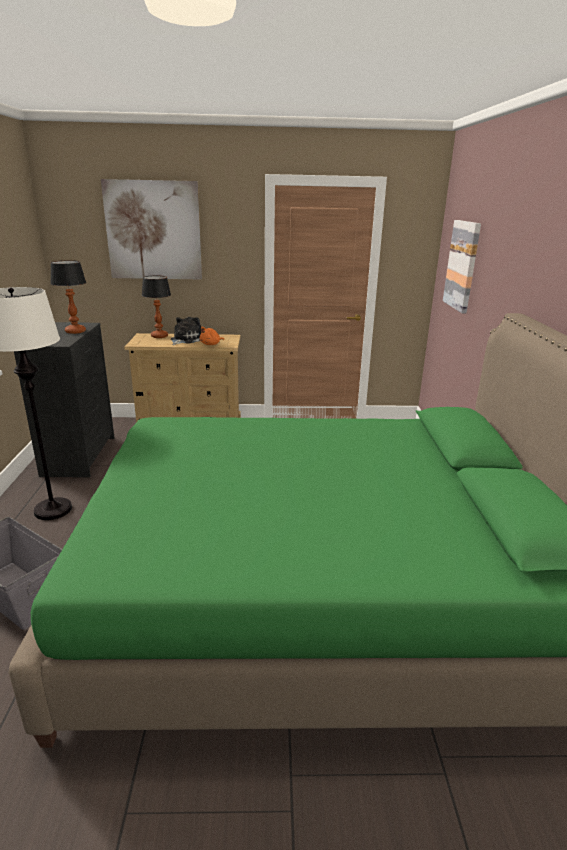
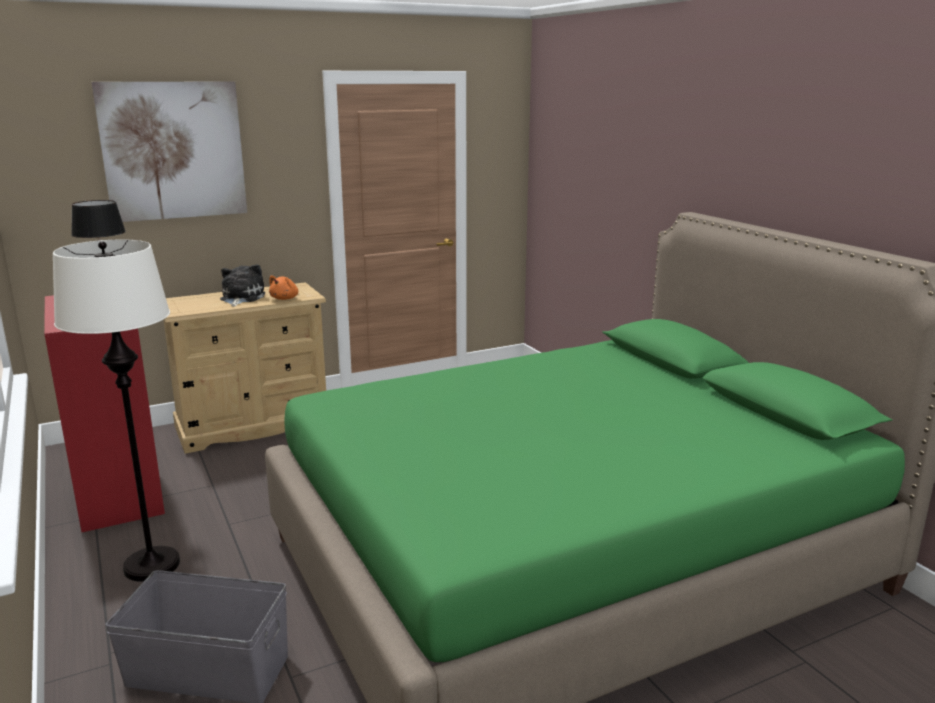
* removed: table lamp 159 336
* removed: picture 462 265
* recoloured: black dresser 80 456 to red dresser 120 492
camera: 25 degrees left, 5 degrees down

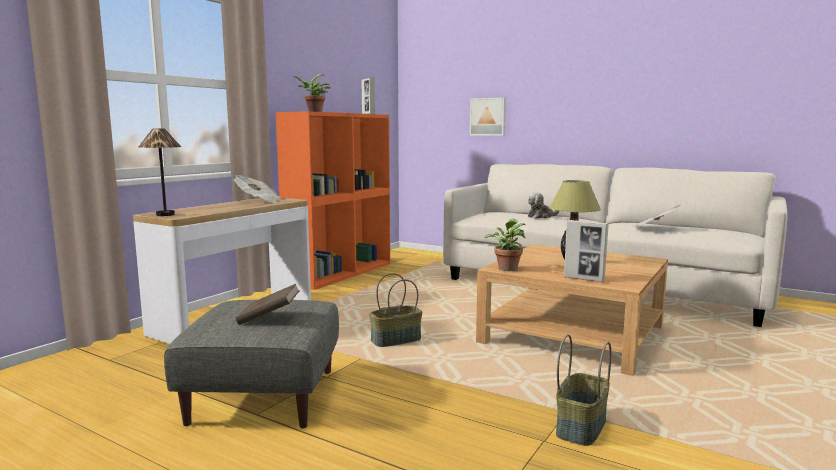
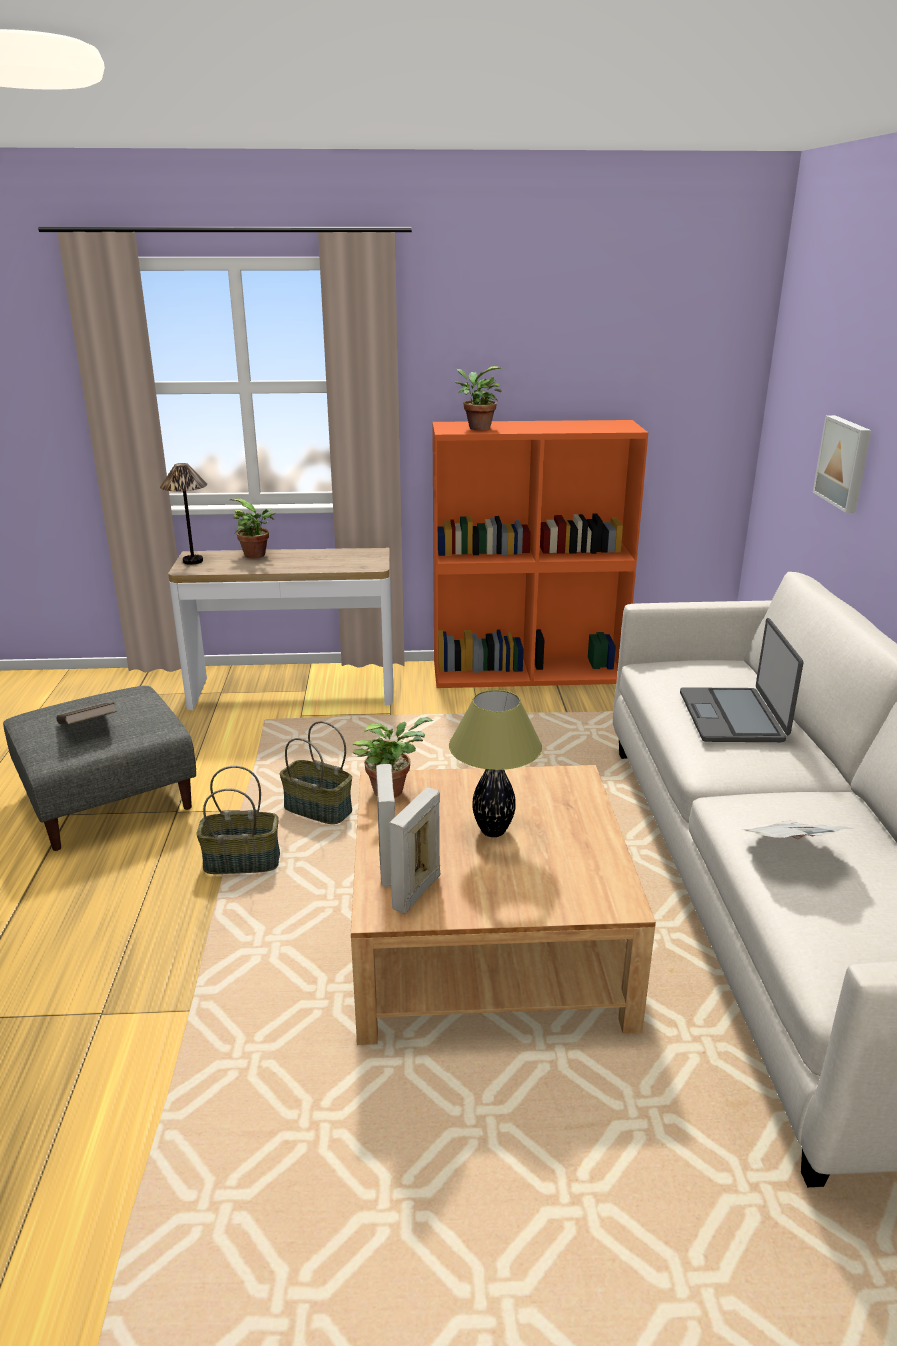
* removed: newspaper 258 201
* added: potted plant 257 555
* moved: picture frame 368 114 to 416 892
* moved: basket 580 426 to 243 861
* replaced: plush toy 541 216 to laptop 733 717
camera: 55 degrees right, 15 degrees up

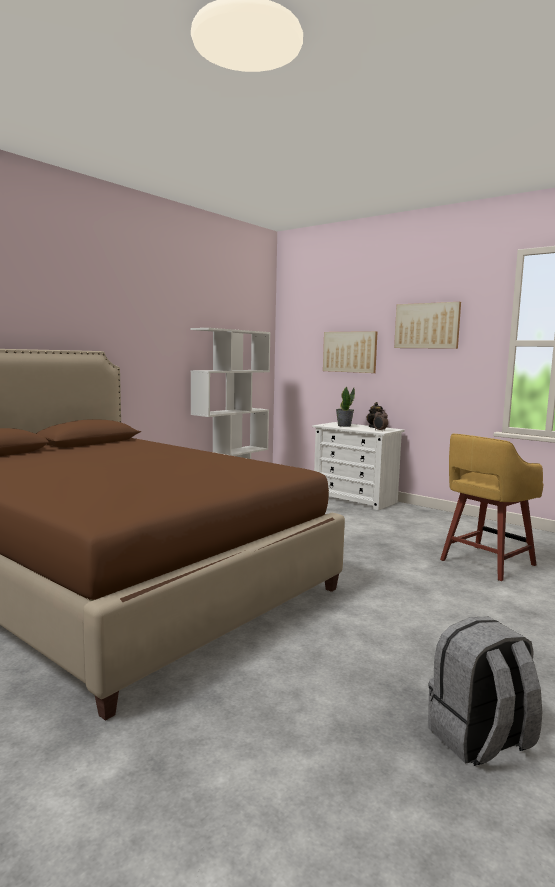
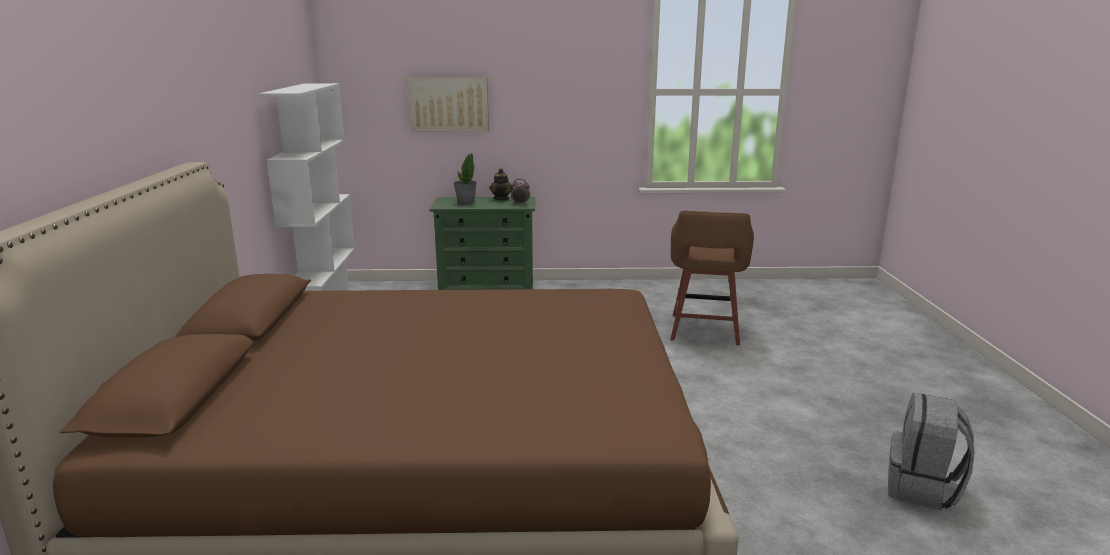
* removed: picture 427 326
* recoloured: white dresser 355 499 to green dresser 487 289
* recoloured: yellow stool 485 563 to brown stool 704 330
camera: 40 degrees left, 10 degrees up

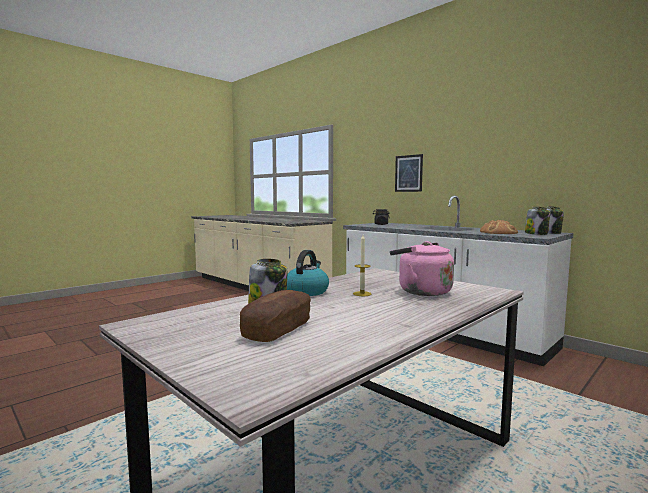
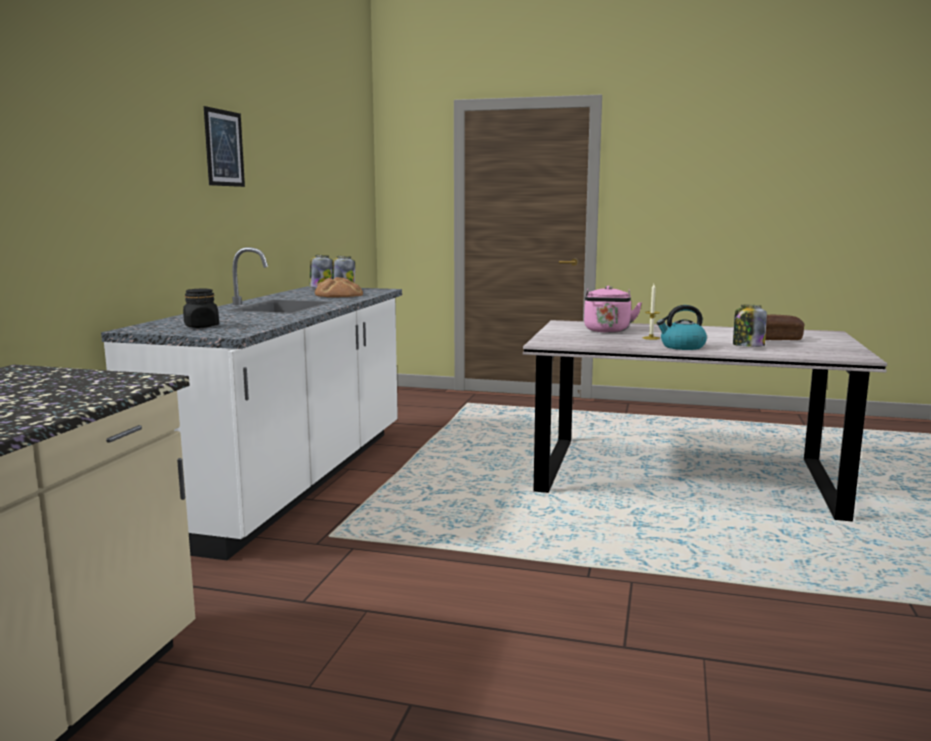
* moved: picture 408 173 to 224 148
camera: 120 degrees left, 5 degrees up

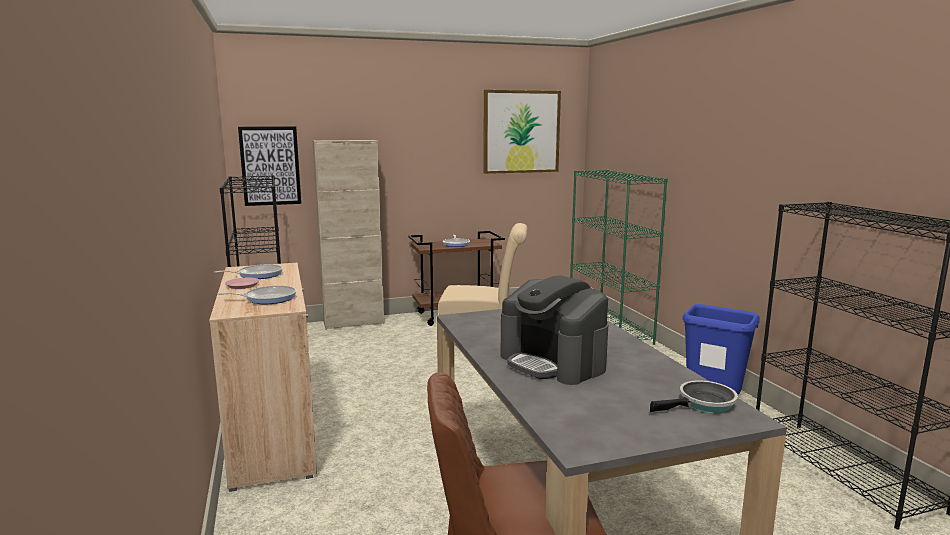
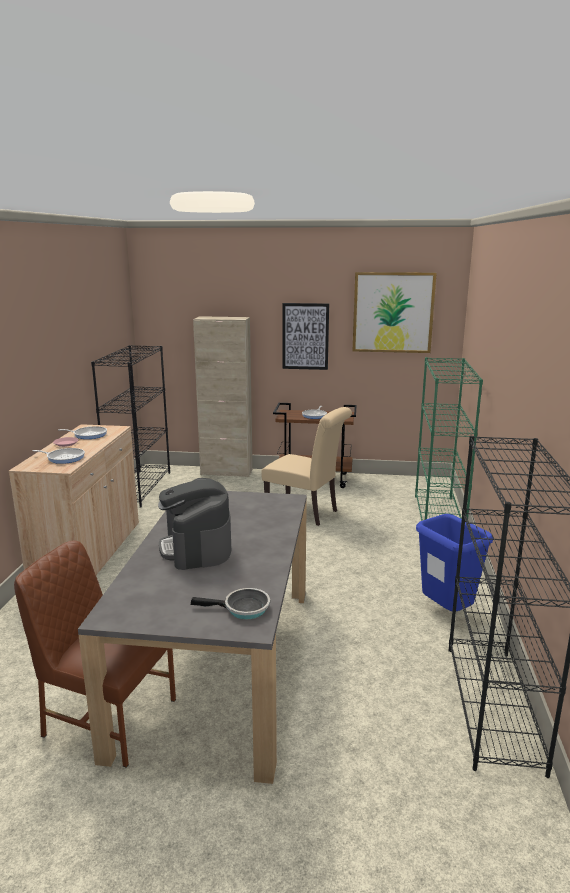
* moved: picture 270 166 to 305 336
camera: 25 degrees right, 5 degrees up

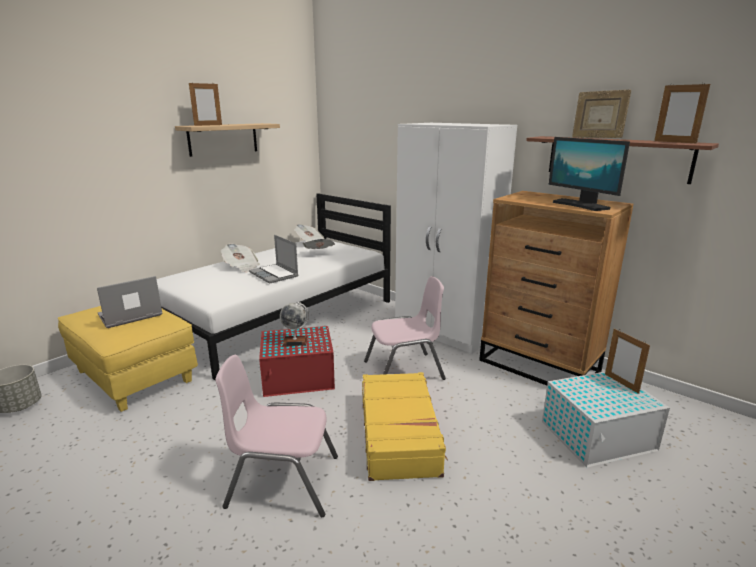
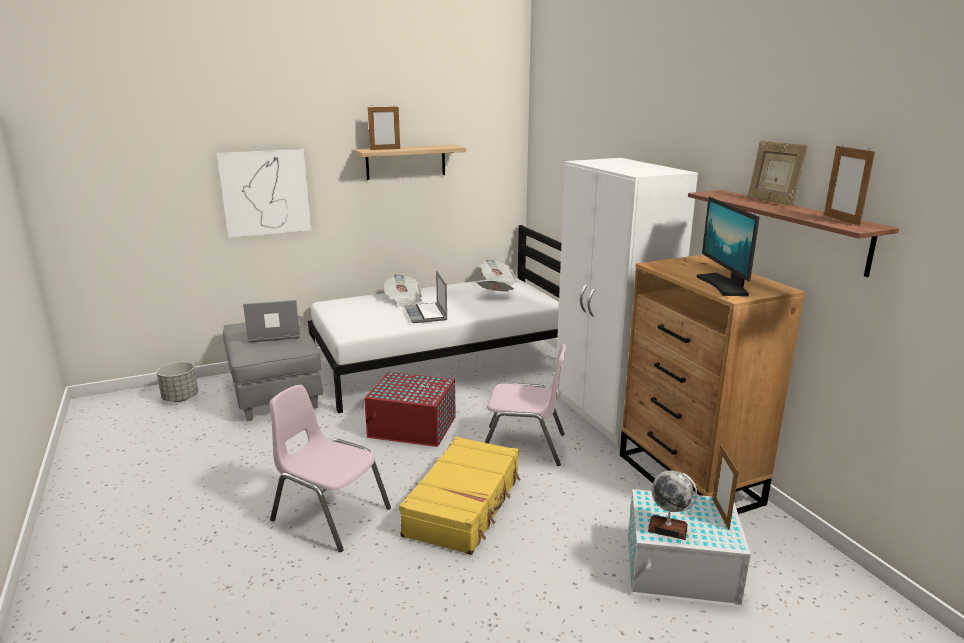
* added: picture 265 192
* moved: globe 295 342 to 668 528
* recoloured: yellow ottoman 135 377 to grey ottoman 275 393
camera: 25 degrees right, 0 degrees up

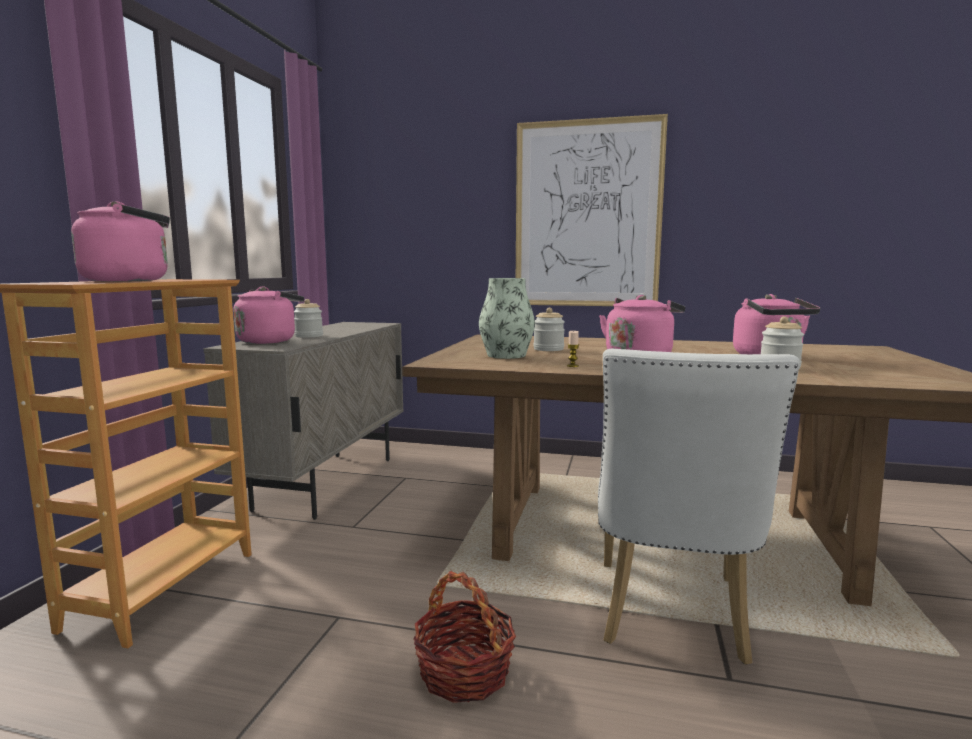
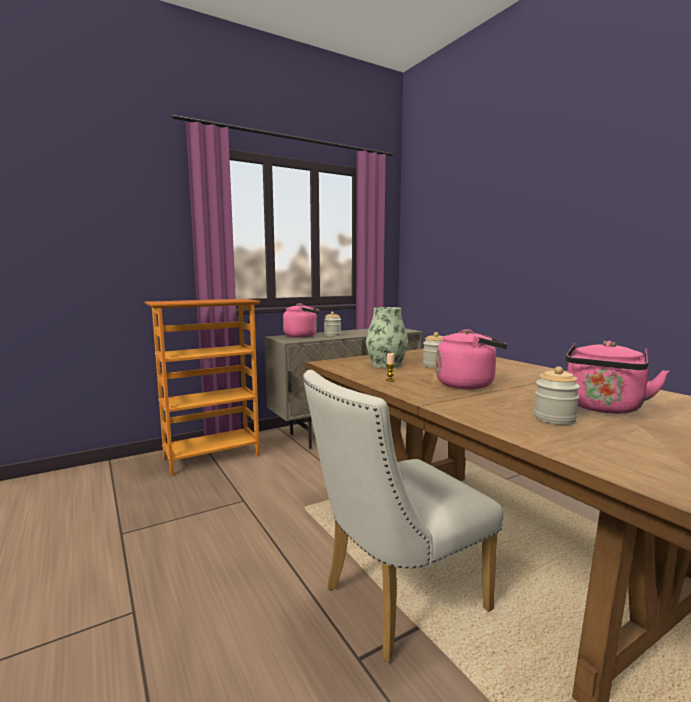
* removed: pink kettle 132 281
* removed: basket 464 672
* removed: picture 587 215
camera: 45 degrees right, 0 degrees up

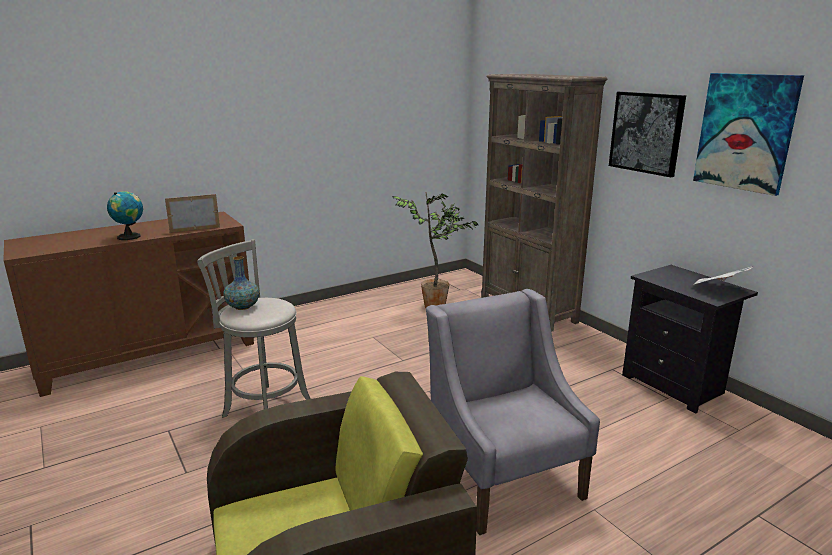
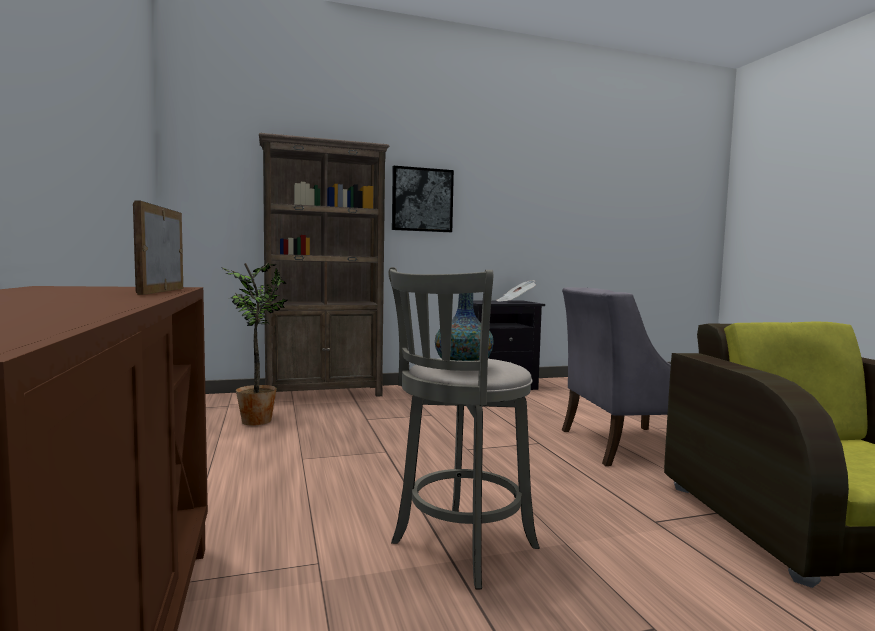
* removed: globe 130 236
* removed: picture 745 132
camera: 75 degrees left, 15 degrees down

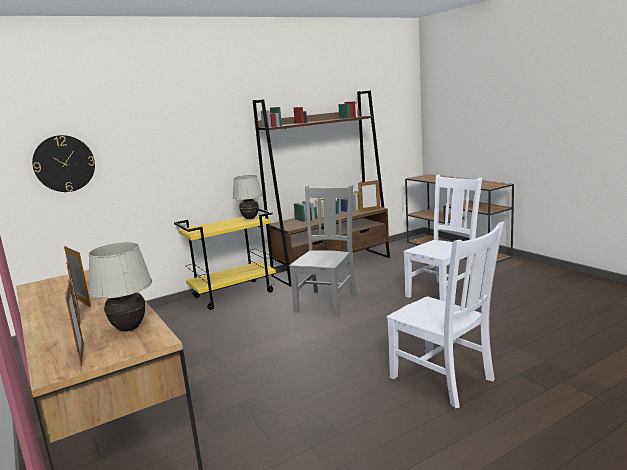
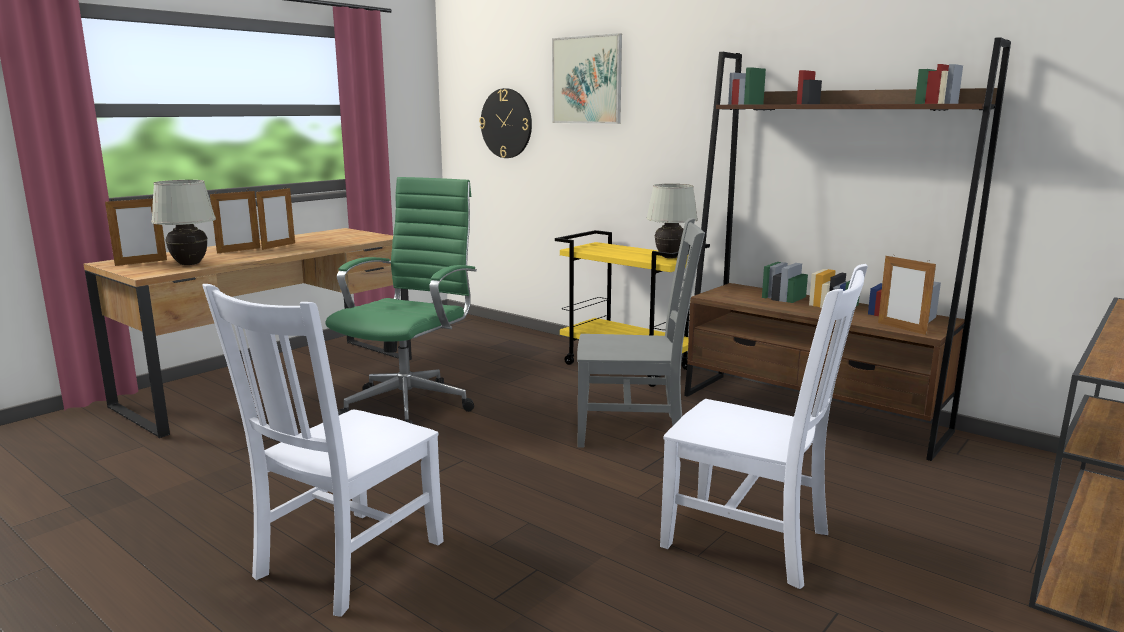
* added: green office chair 411 405
* added: picture 587 80
camera: 70 degrees right, 0 degrees up

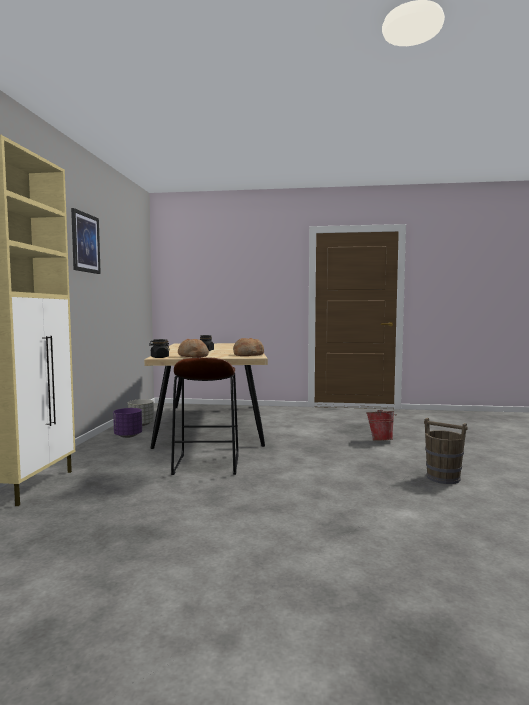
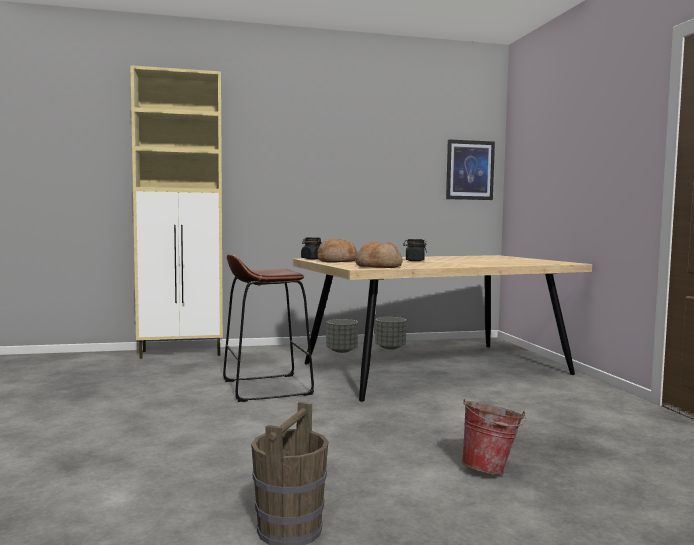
* moved: picture 85 243 to 469 170
* recoloured: purple planter 128 436 to grey planter 341 351
camera: 70 degrees right, 0 degrees up

